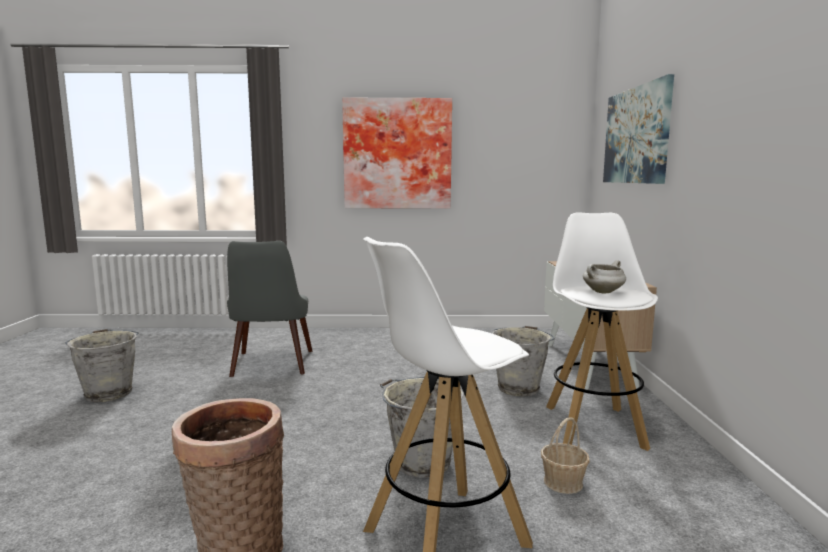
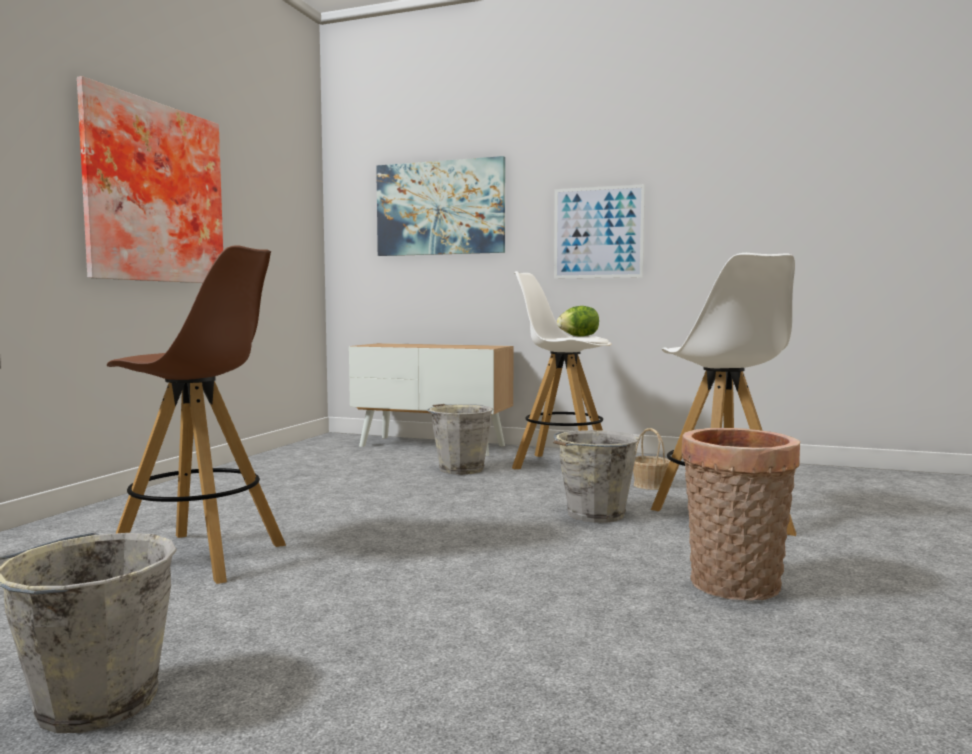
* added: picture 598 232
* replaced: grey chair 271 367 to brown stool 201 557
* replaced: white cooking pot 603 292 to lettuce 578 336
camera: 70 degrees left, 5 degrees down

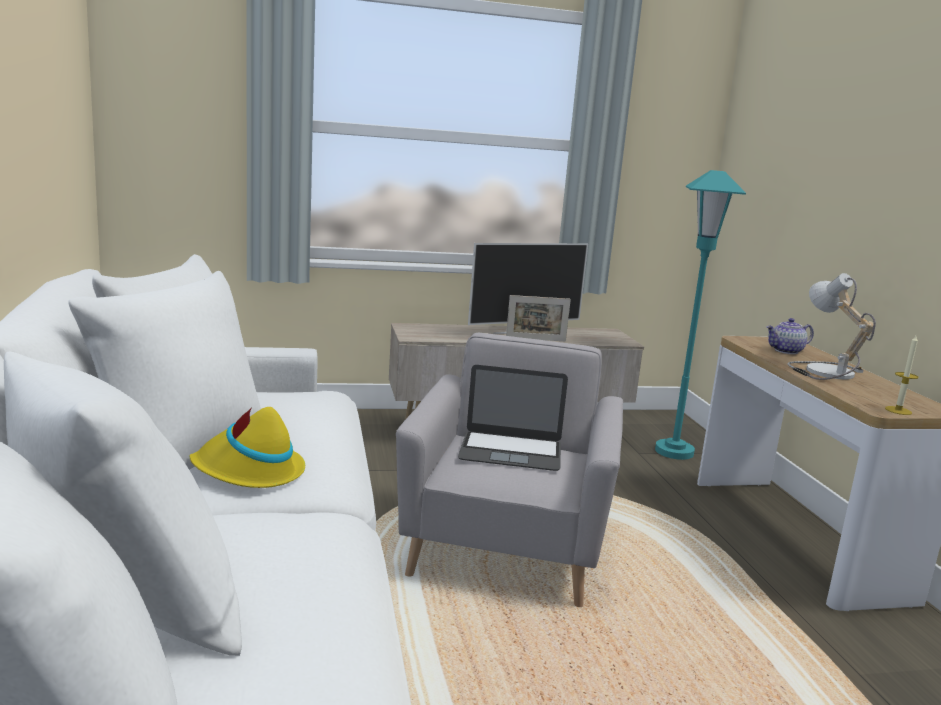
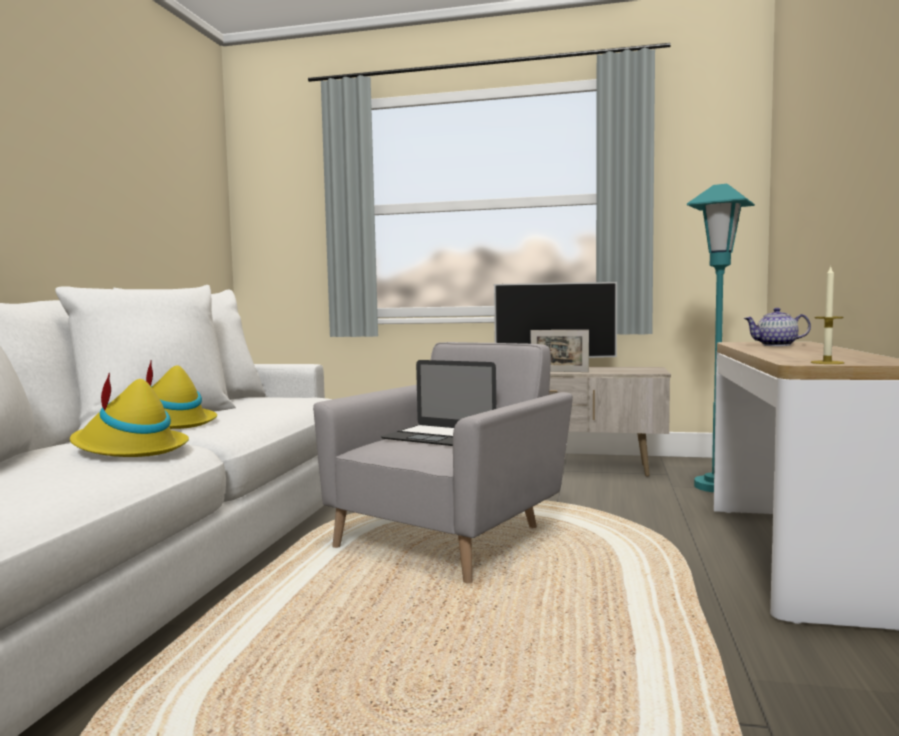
* removed: table lamp 824 371
* added: yellow hat 128 449
camera: 25 degrees right, 10 degrees down

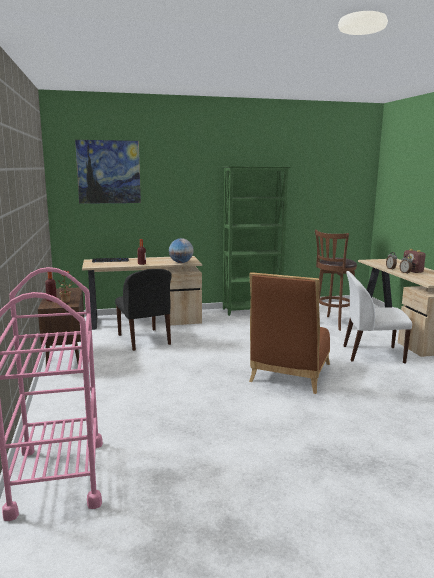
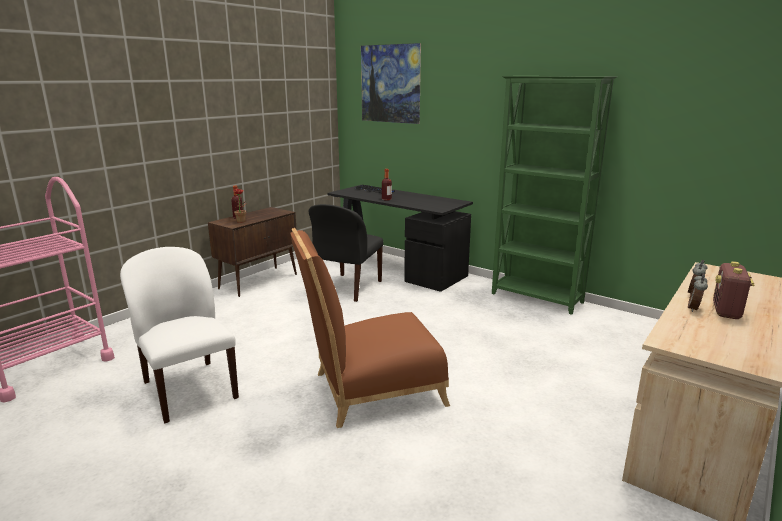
* removed: globe 181 262
* removed: brown stool 332 323
* moved: white chair 371 354 to 189 389
* recoloured: beige desk 143 320 to black desk 397 268
camera: 50 degrees right, 5 degrees up

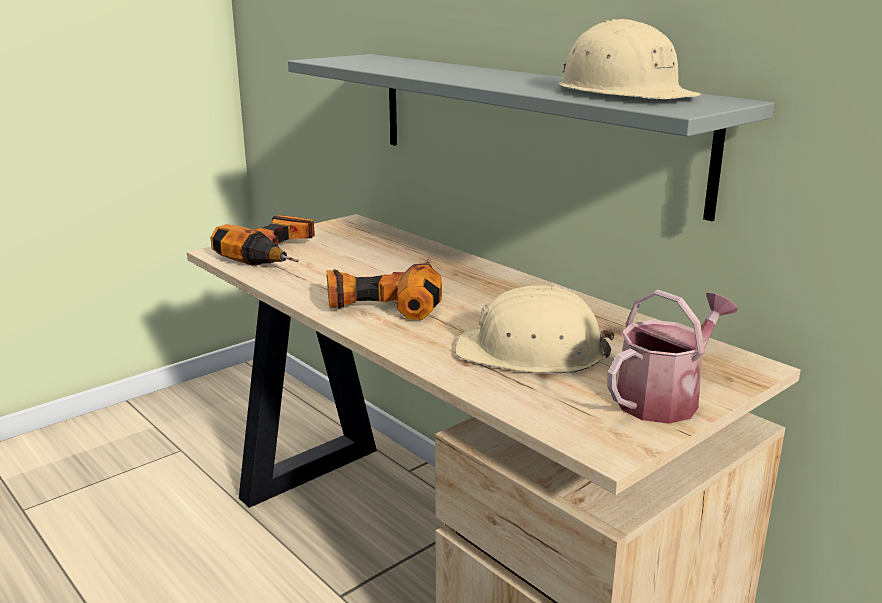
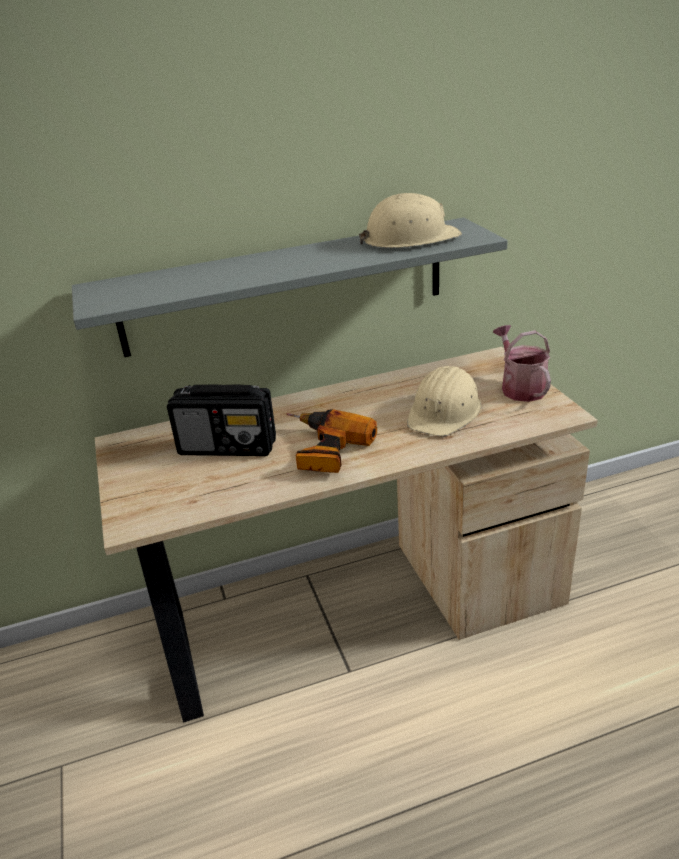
* removed: power drill 277 254
* added: radio 228 447
camera: 65 degrees left, 10 degrees up

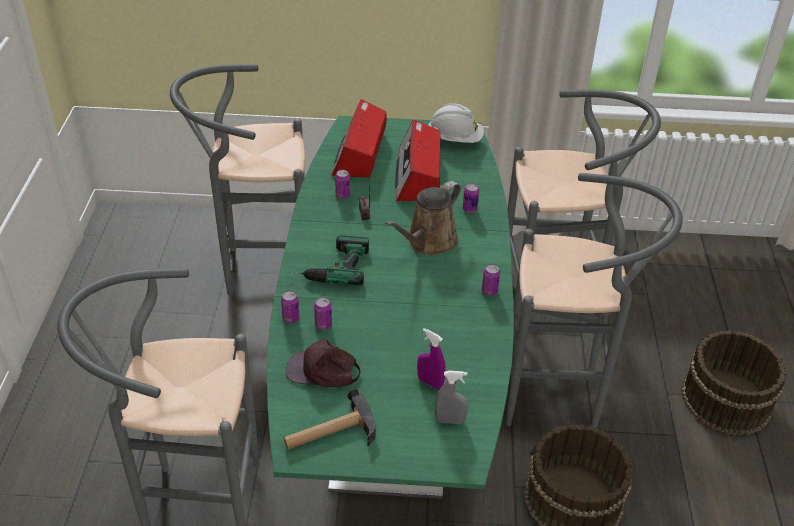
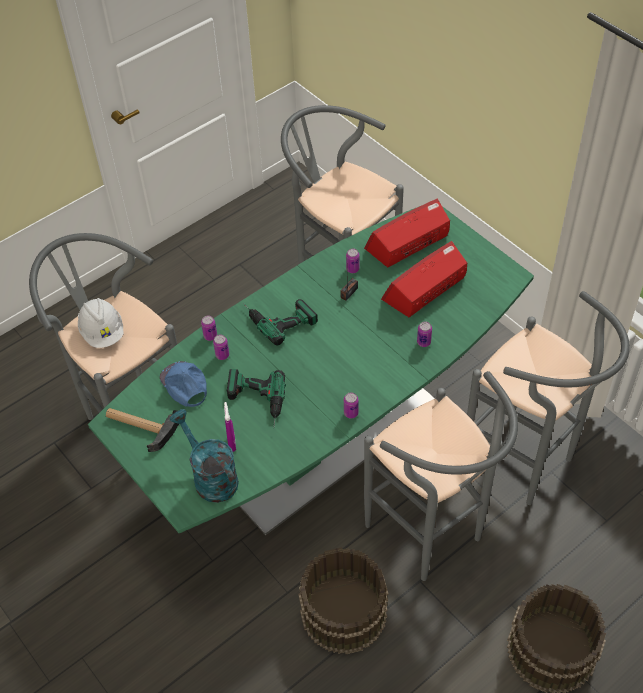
* removed: brown watering can 428 242
* added: power drill 255 403
* moved: white hard hat 455 139 to 103 332
* replaced: grey spray bottle 450 420 to turquoise watering can 210 476
* recoloured: brown cap 322 371 to blue cap 184 385
camera: 50 degrees right, 10 degrees up

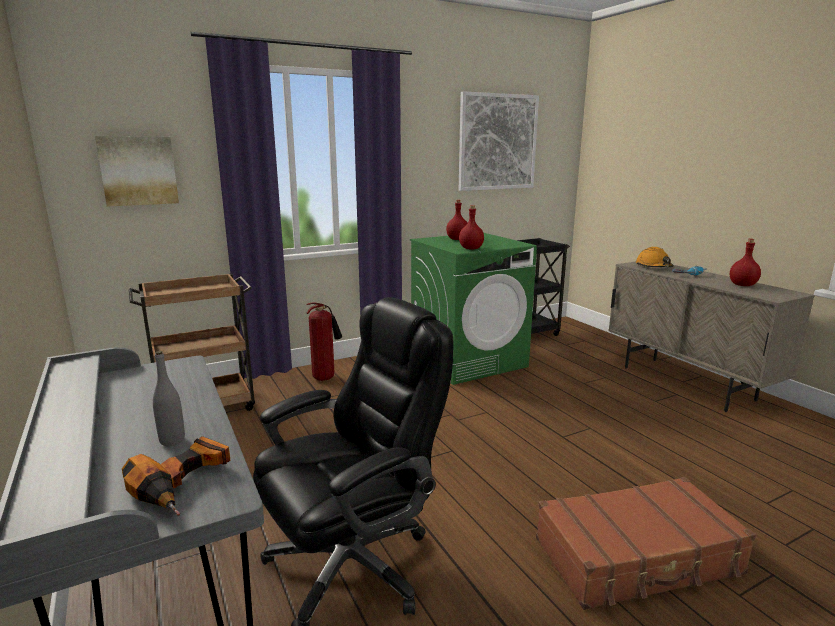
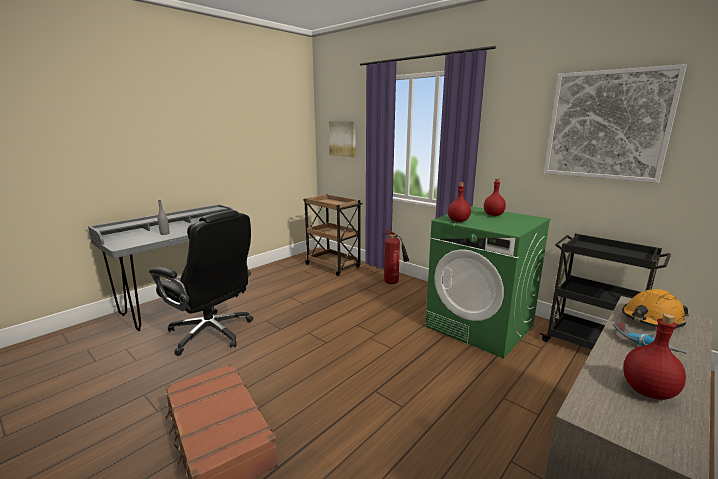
* removed: power drill 185 484
camera: 70 degrees right, 0 degrees up

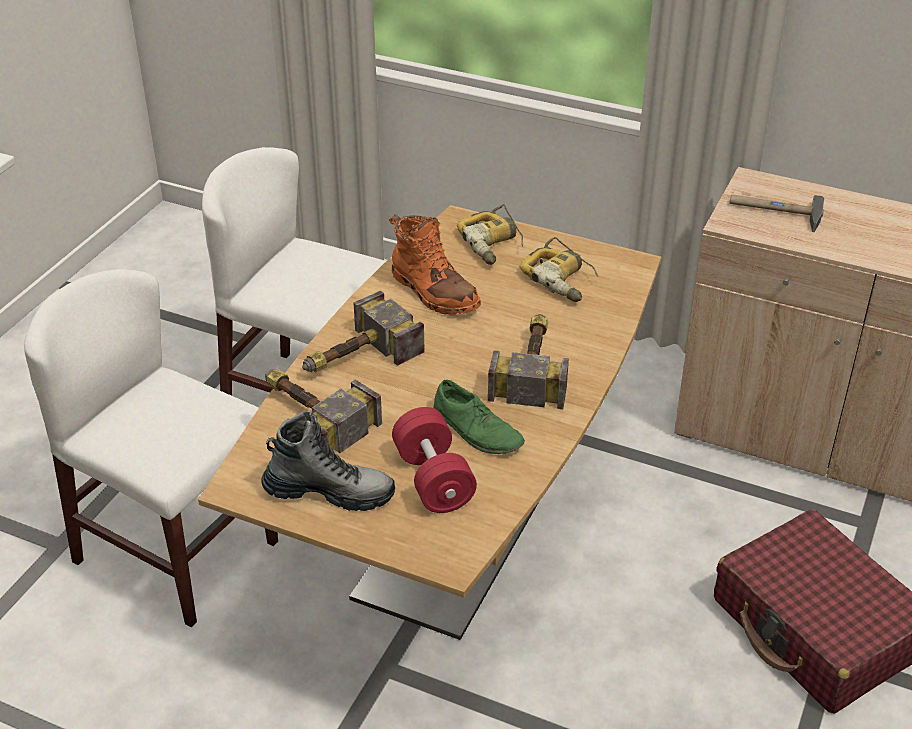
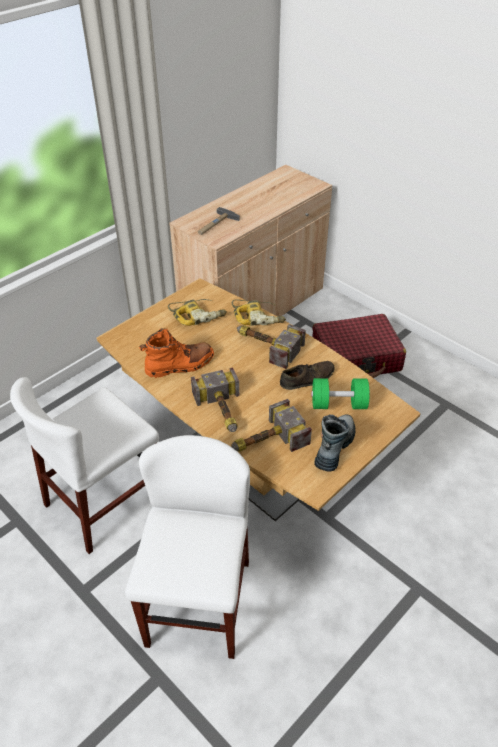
* moved: power drill 493 243 to 258 316
* recoloured: red dumbbell 433 479 to green dumbbell 338 404
* recoloured: green shoe 477 430 to brown shoe 307 378
* turned: white chair 177 551 = 198 603 135 degrees clockwise
camera: 70 degrees left, 5 degrees up

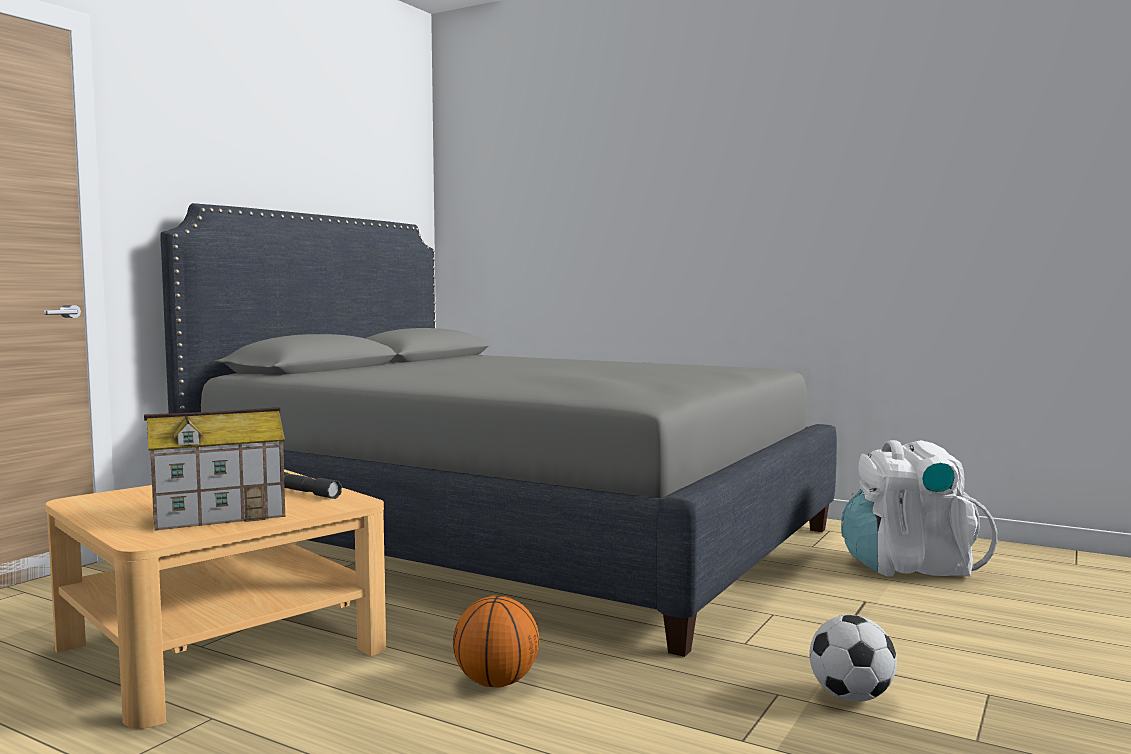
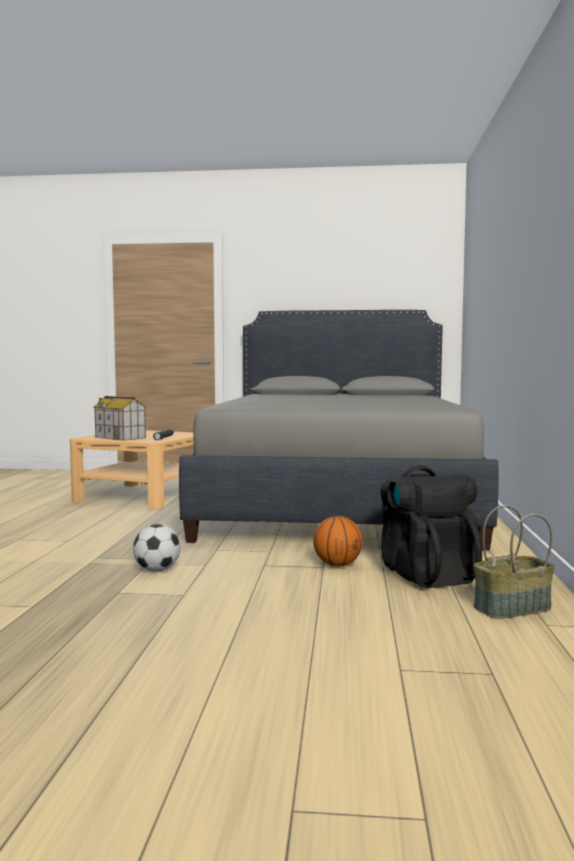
* added: basket 512 608
* moved: basketball 496 682 to 337 565
* recoloured: white backpack 909 567 to black backpack 425 574
camera: 65 degrees right, 0 degrees up

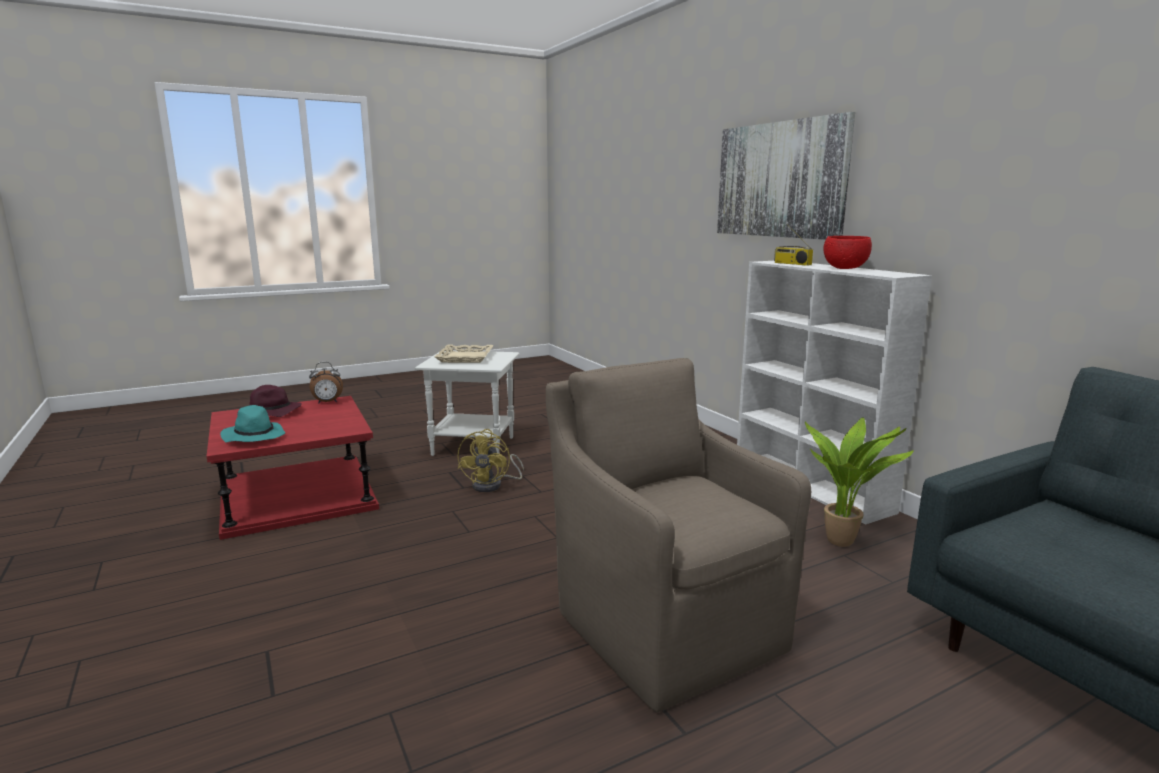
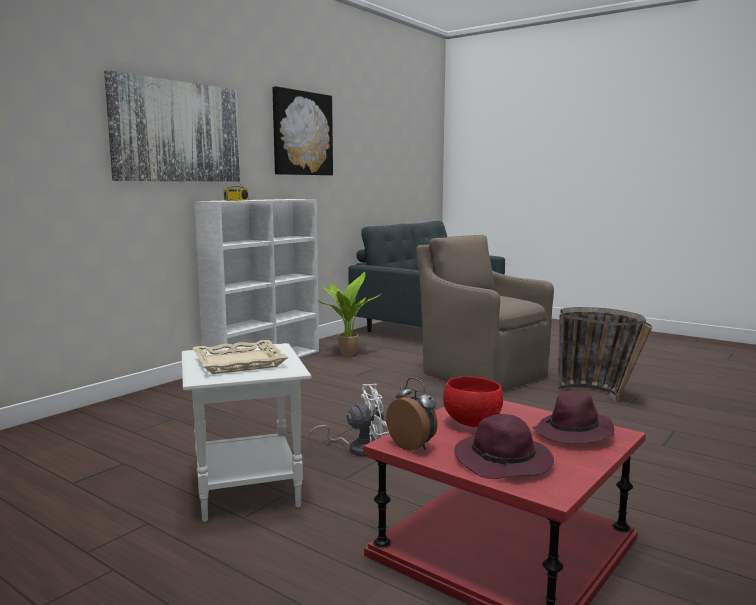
* added: picture 302 133
* added: basket 602 396
* moved: red bowl 844 268 to 472 423
* recoloured: turquoise hat 253 437 to purple hat 574 434
* recoloured: yellow fan 493 485 to white fan 358 448
* turned: brown armchair 665 626 = 481 374 105 degrees clockwise
camera: 115 degrees left, 5 degrees down

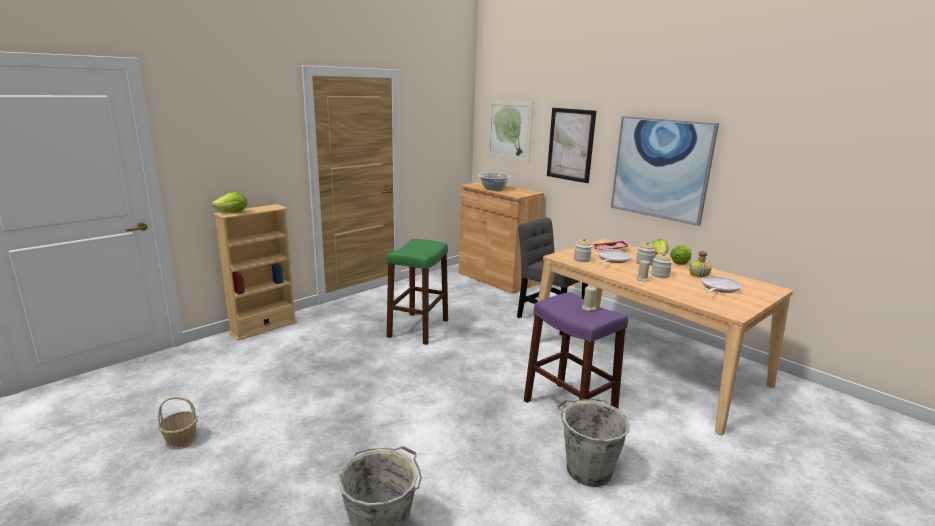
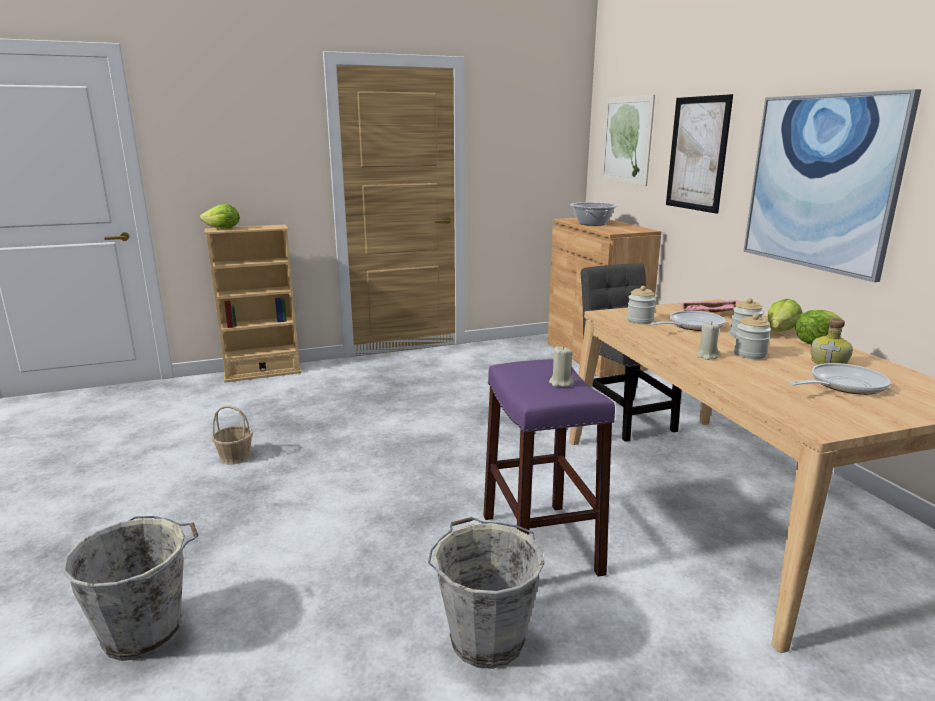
* removed: green stool 418 328
* moved: basket 181 440 to 235 456
camera: 25 degrees right, 0 degrees up

